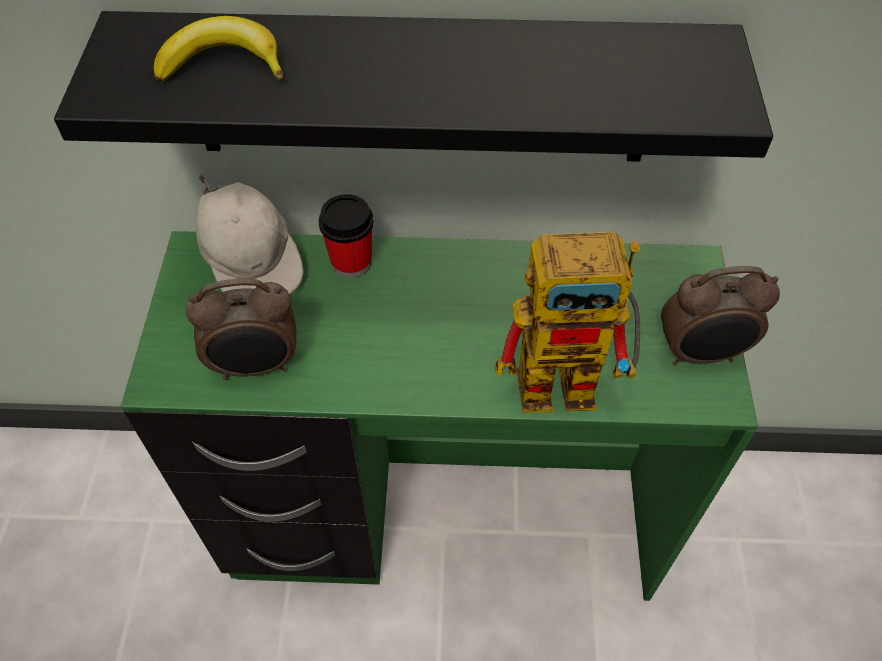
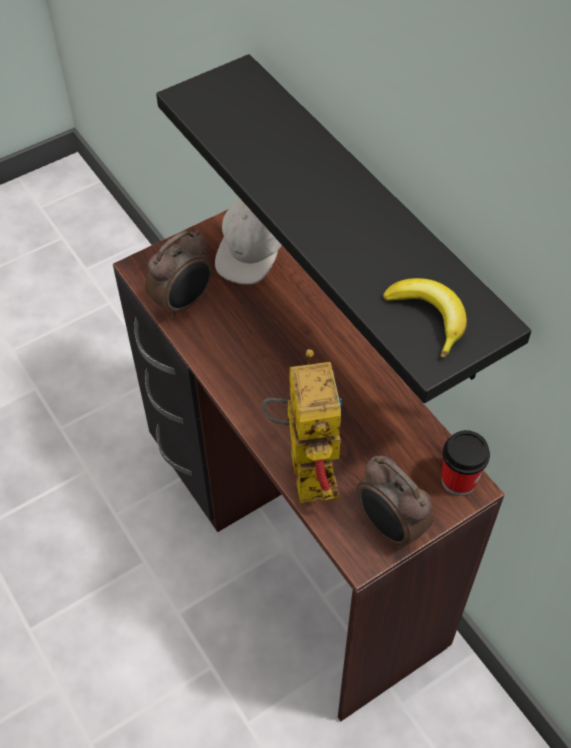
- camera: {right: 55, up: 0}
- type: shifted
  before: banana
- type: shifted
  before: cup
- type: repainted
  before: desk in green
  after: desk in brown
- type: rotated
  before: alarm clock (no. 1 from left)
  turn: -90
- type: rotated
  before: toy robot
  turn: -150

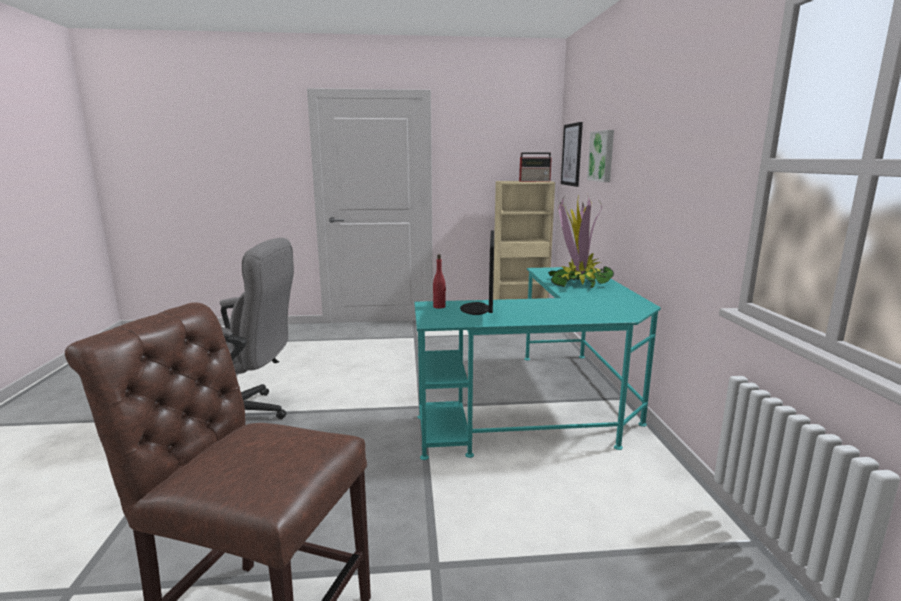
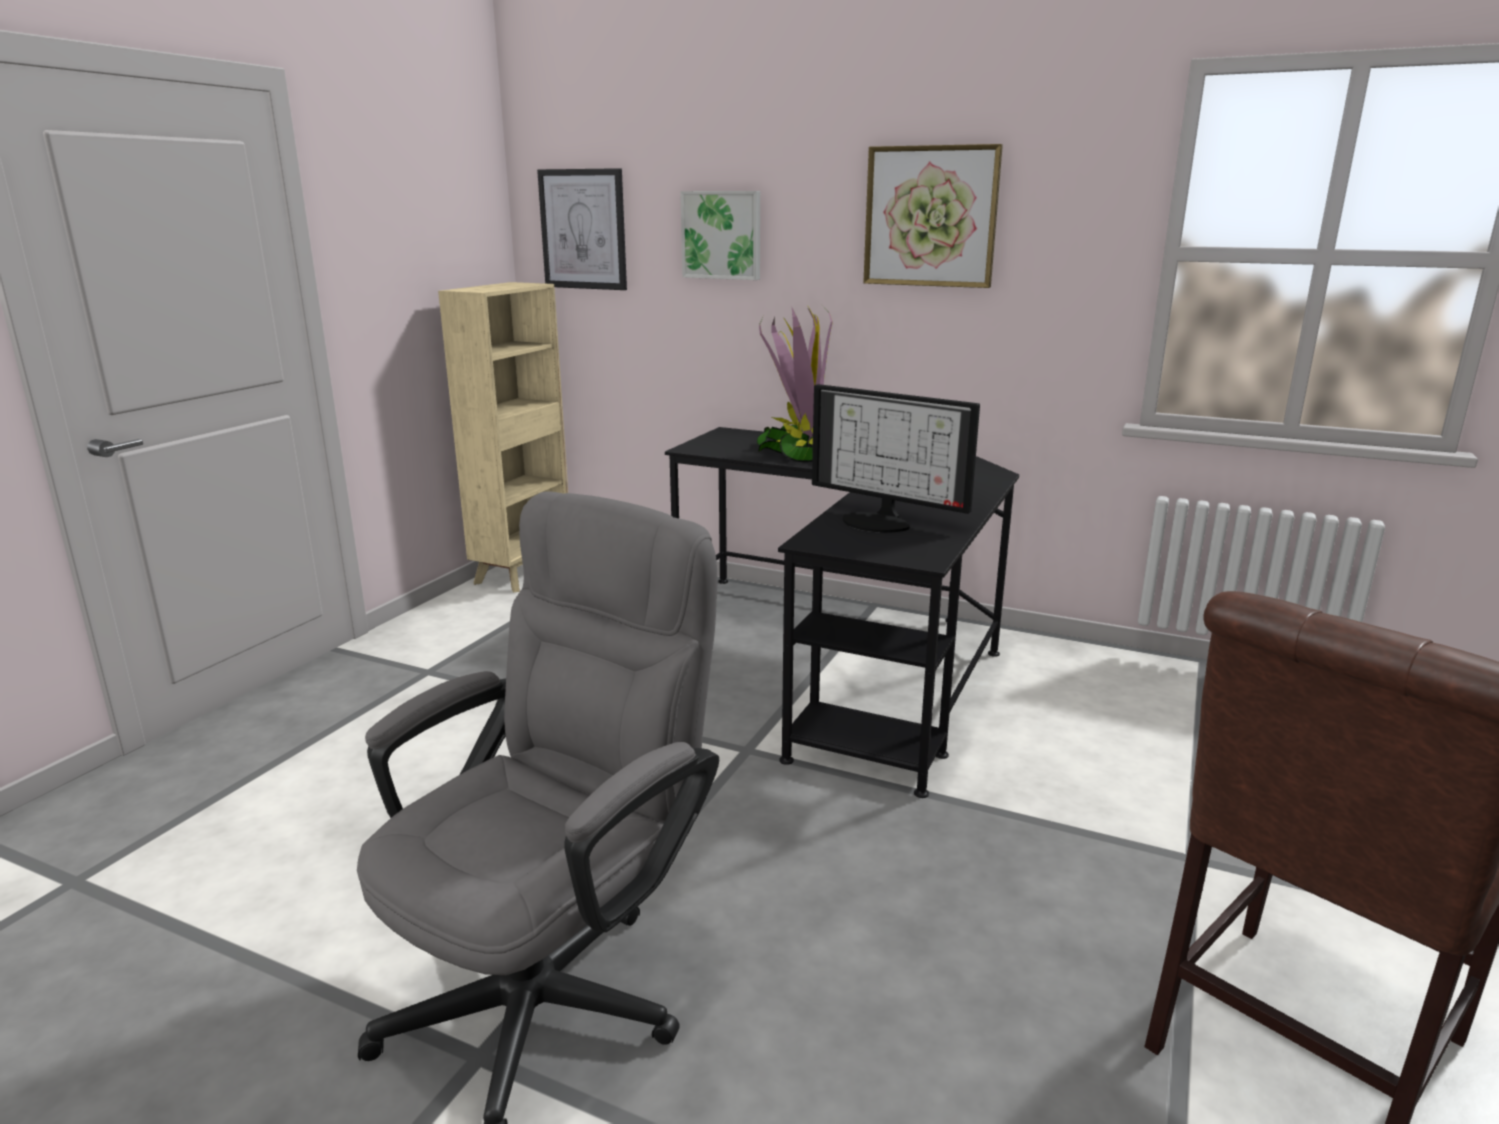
- camera: {right: -60, up: 5}
- type: gone
  before: bottle in red
- type: gone
  before: radio
- type: new
  after: picture (no. 3 from left)
- type: repainted
  before: desk in turquoise
  after: desk in black

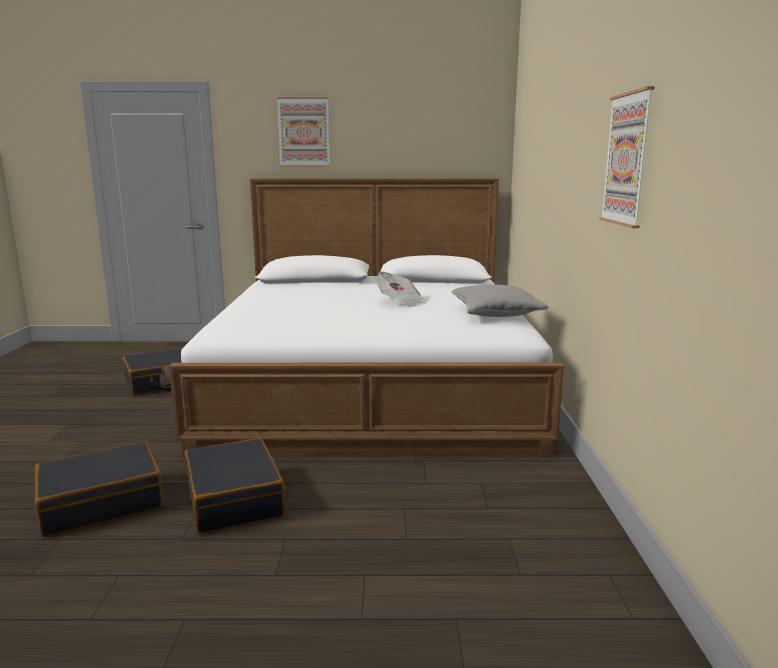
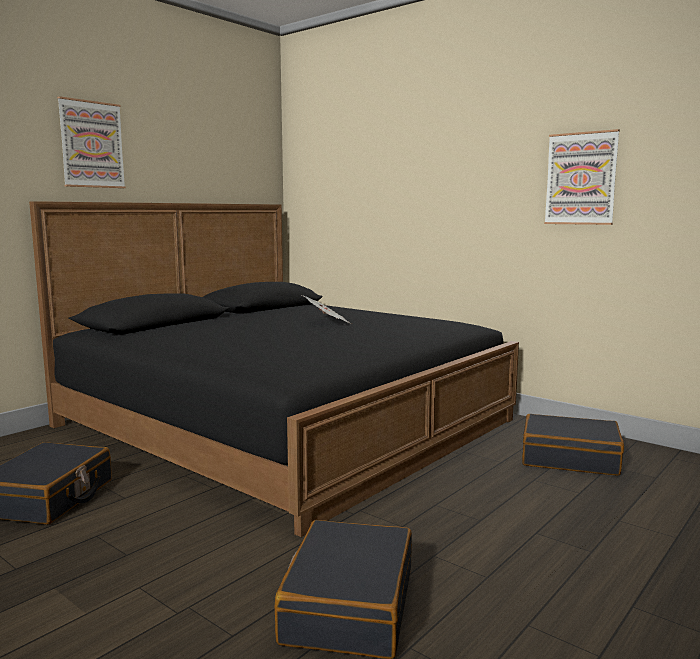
- camera: {right: -50, up: -5}
- type: gone
  before: pillow in grey
- type: shifted
  before: suitcase in black (no. 3 from left)
- type: repainted
  before: bed in white
  after: bed in black

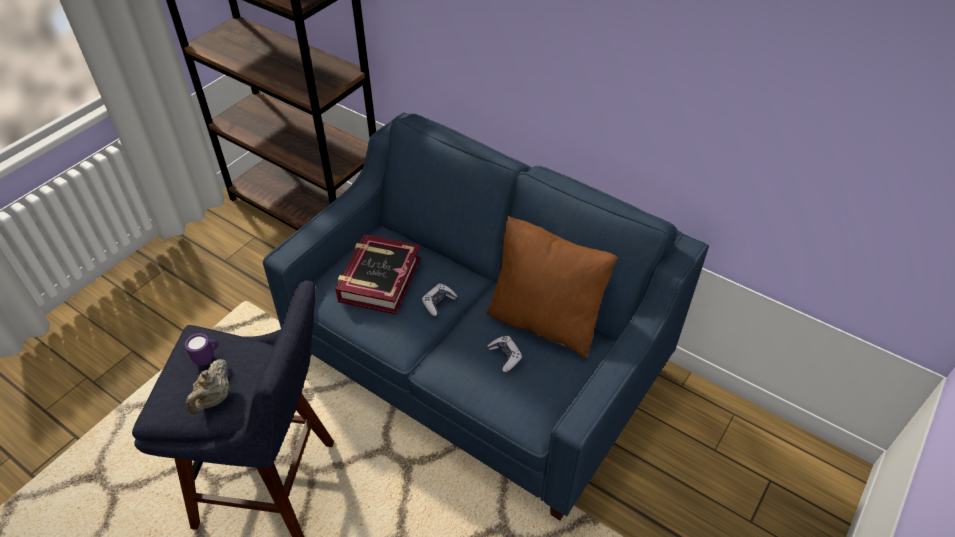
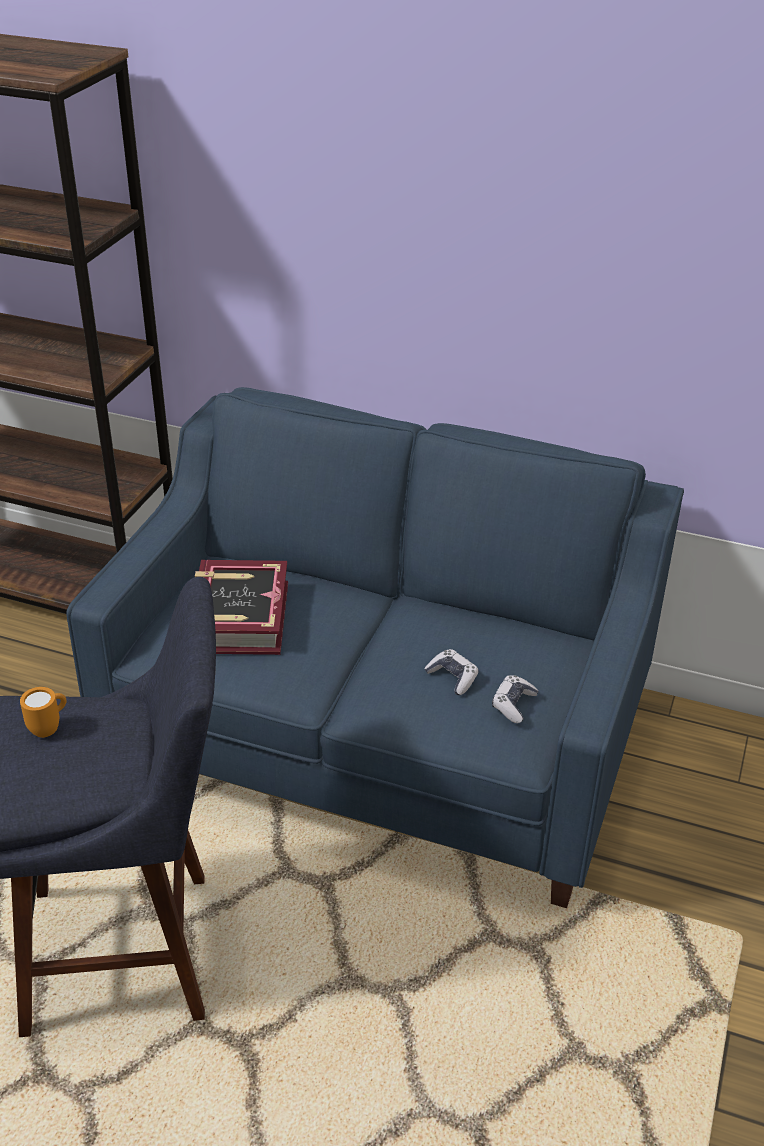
- camera: {right: -15, up: -10}
- type: gone
  before: teapot in beige
- type: gone
  before: pillow in brown
- type: shifted
  before: game controller (no. 1 from left in the first image)
  after: game controller (no. 2 from left)
- type: repainted
  before: mug in purple
  after: mug in orange

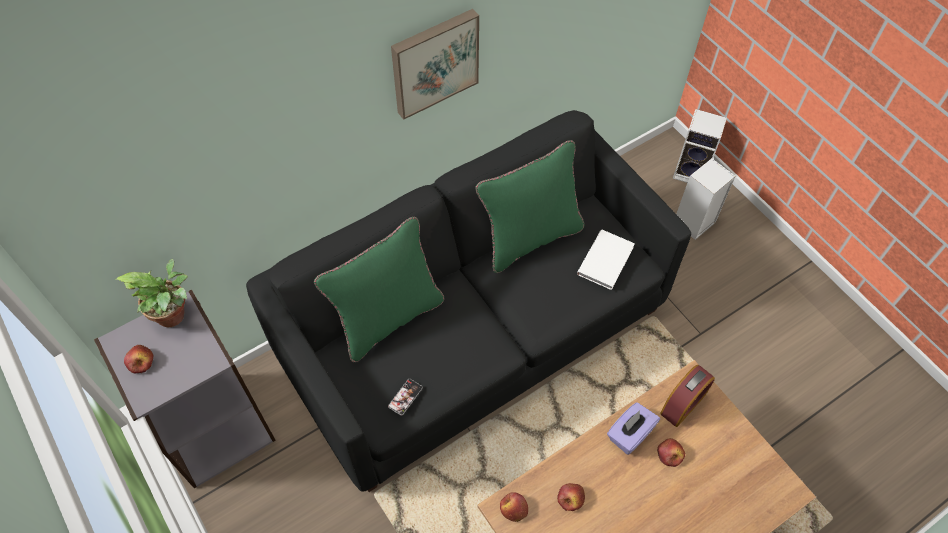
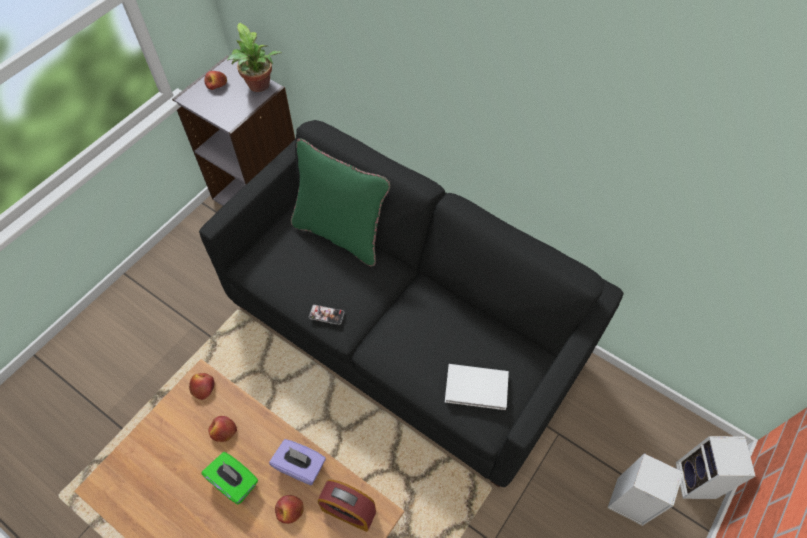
- camera: {right: 70, up: 0}
- type: gone
  before: picture
- type: gone
  before: pillow in green (no. 2 from left)
- type: new
  after: tissue box in green
- type: shifted
  before: phone

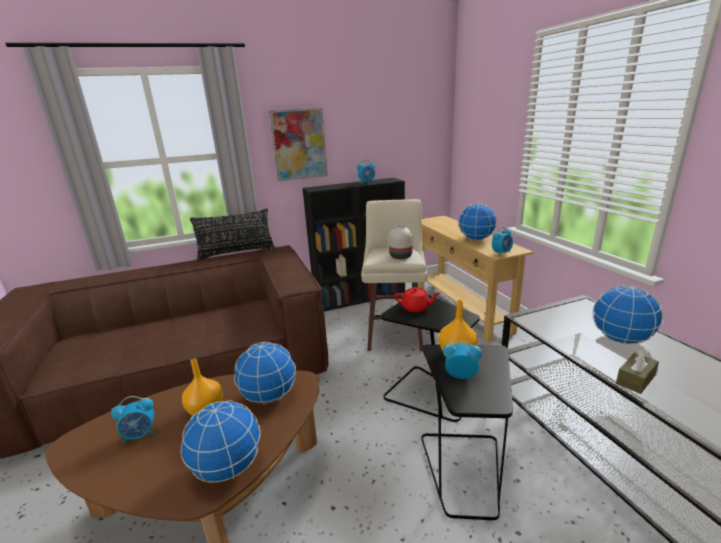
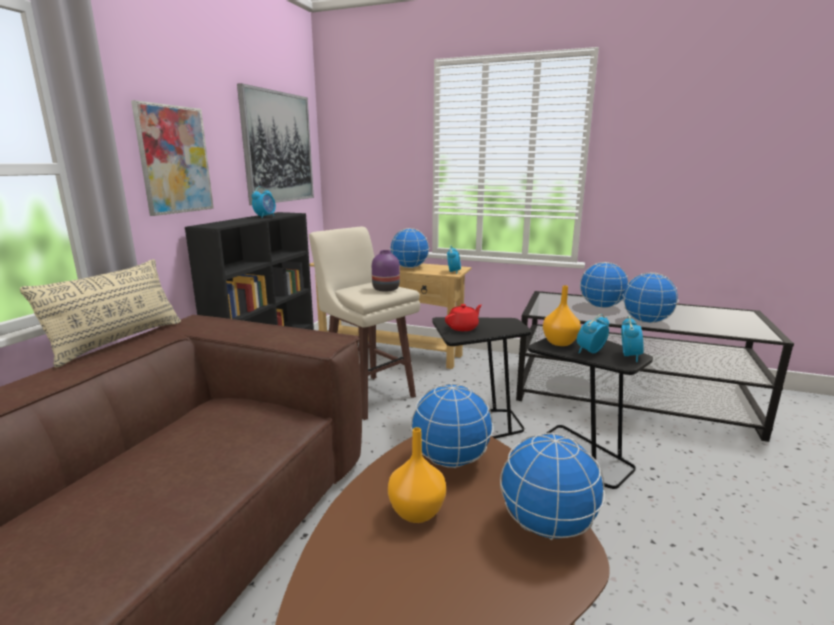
- camera: {right: -50, up: -5}
- type: new
  after: picture (no. 2 from left)
- type: shifted
  before: alarm clock (no. 1 from left in the first image)
  after: alarm clock (no. 4 from left)
- type: swapped
  before: tissue box in brown
  after: globe (no. 5 from left)
- type: repainted
  before: pillow in black
  after: pillow in beige
- type: repainted
  before: vase in white
  after: vase in purple

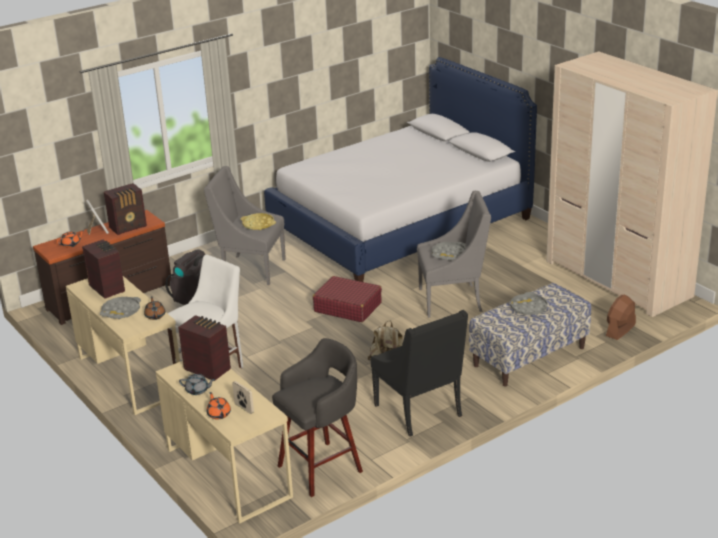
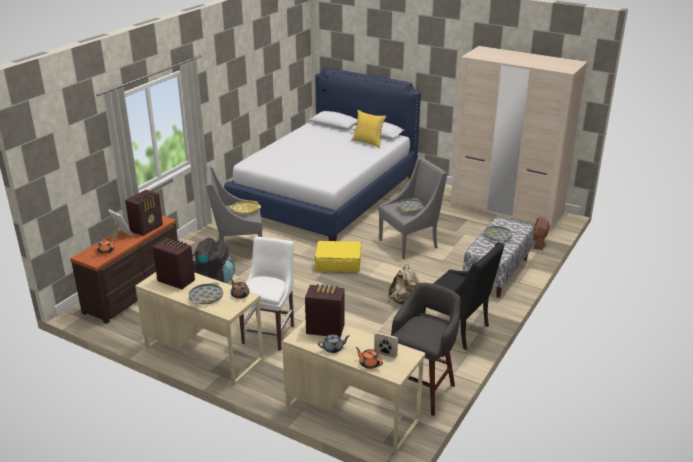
- camera: {right: -25, up: 0}
- type: new
  after: pillow in yellow
- type: repainted
  before: suitcase in red
  after: suitcase in yellow

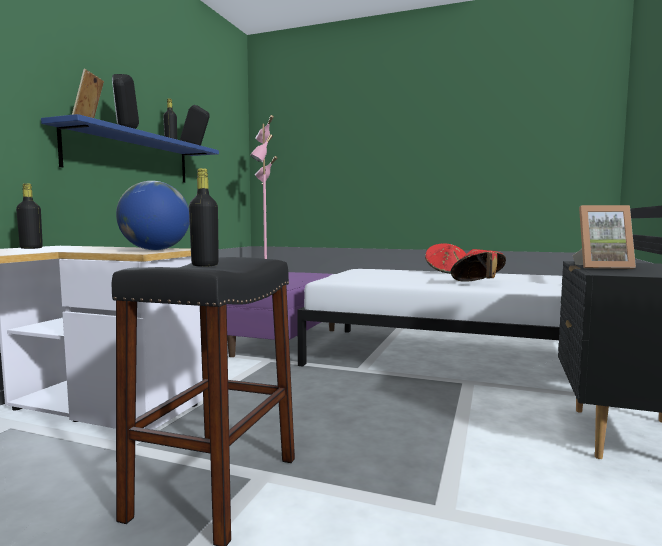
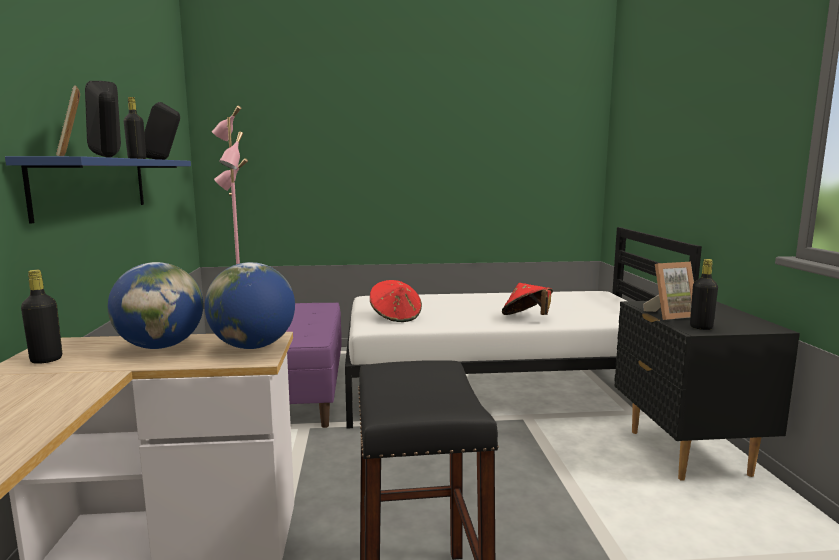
- camera: {right: -25, up: 5}
- type: new
  after: globe (no. 1 from left)
- type: shifted
  before: bottle in black (no. 3 from left)
- type: shifted
  before: hat in red (no. 1 from left)

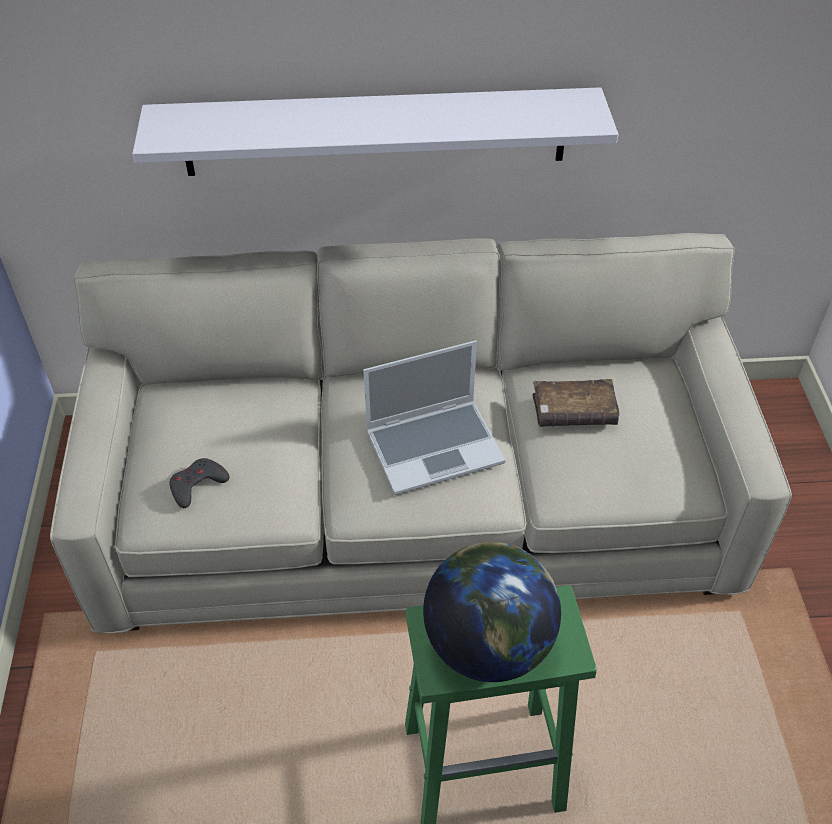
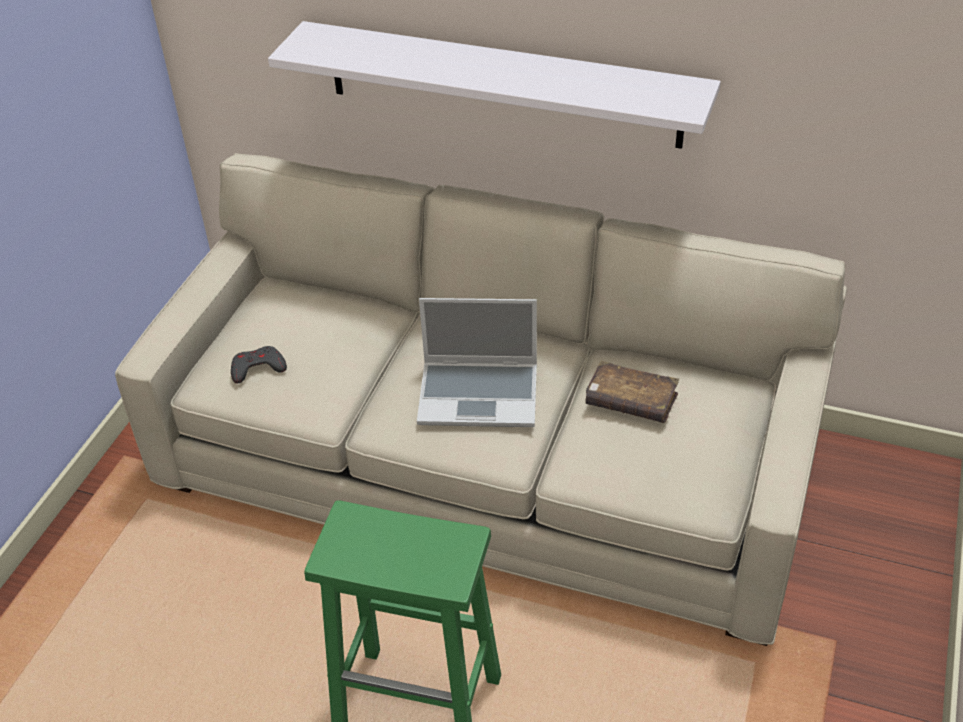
- camera: {right: 25, up: -5}
- type: gone
  before: globe

